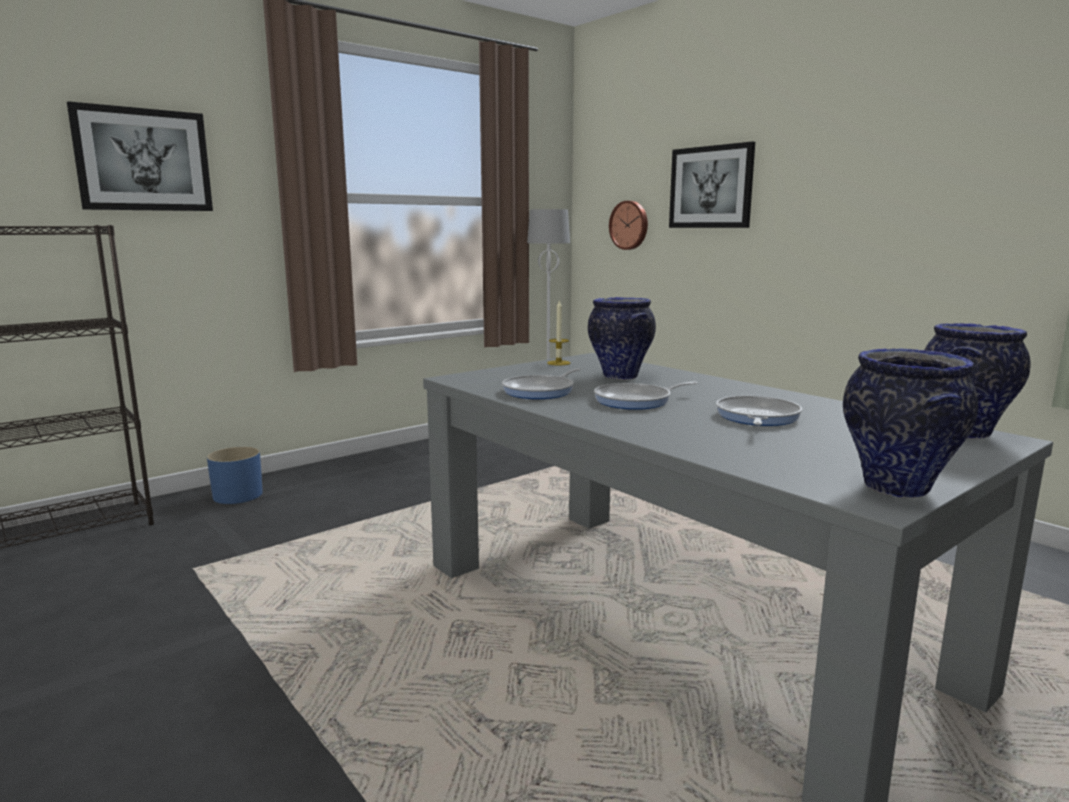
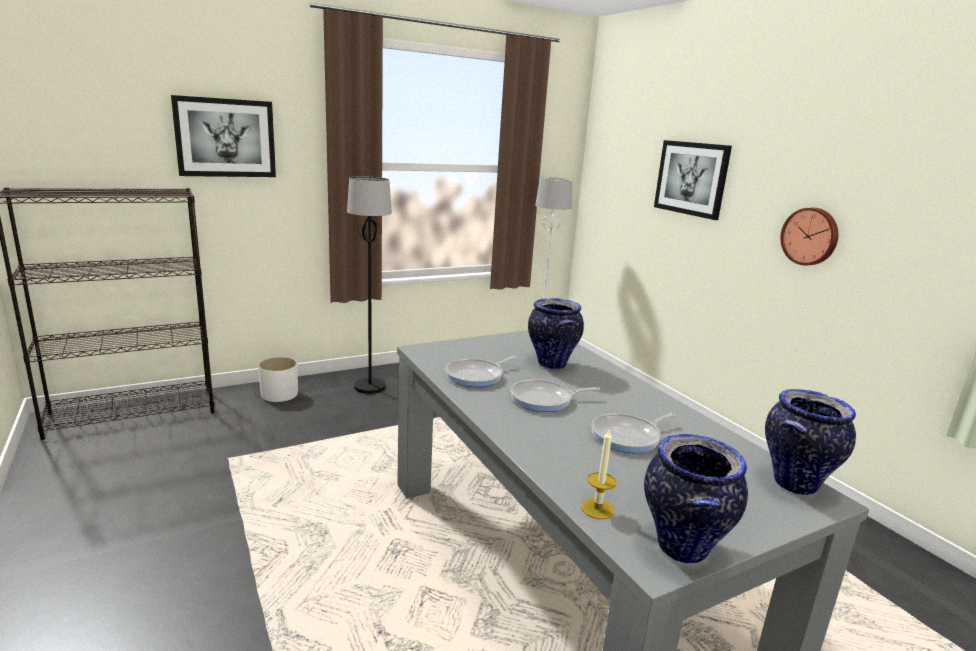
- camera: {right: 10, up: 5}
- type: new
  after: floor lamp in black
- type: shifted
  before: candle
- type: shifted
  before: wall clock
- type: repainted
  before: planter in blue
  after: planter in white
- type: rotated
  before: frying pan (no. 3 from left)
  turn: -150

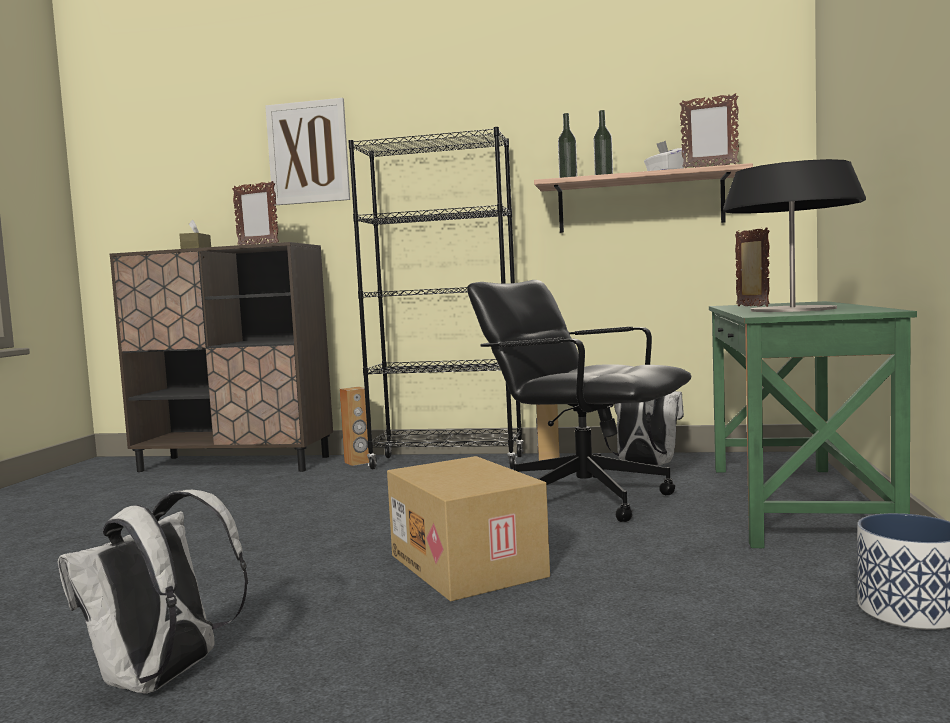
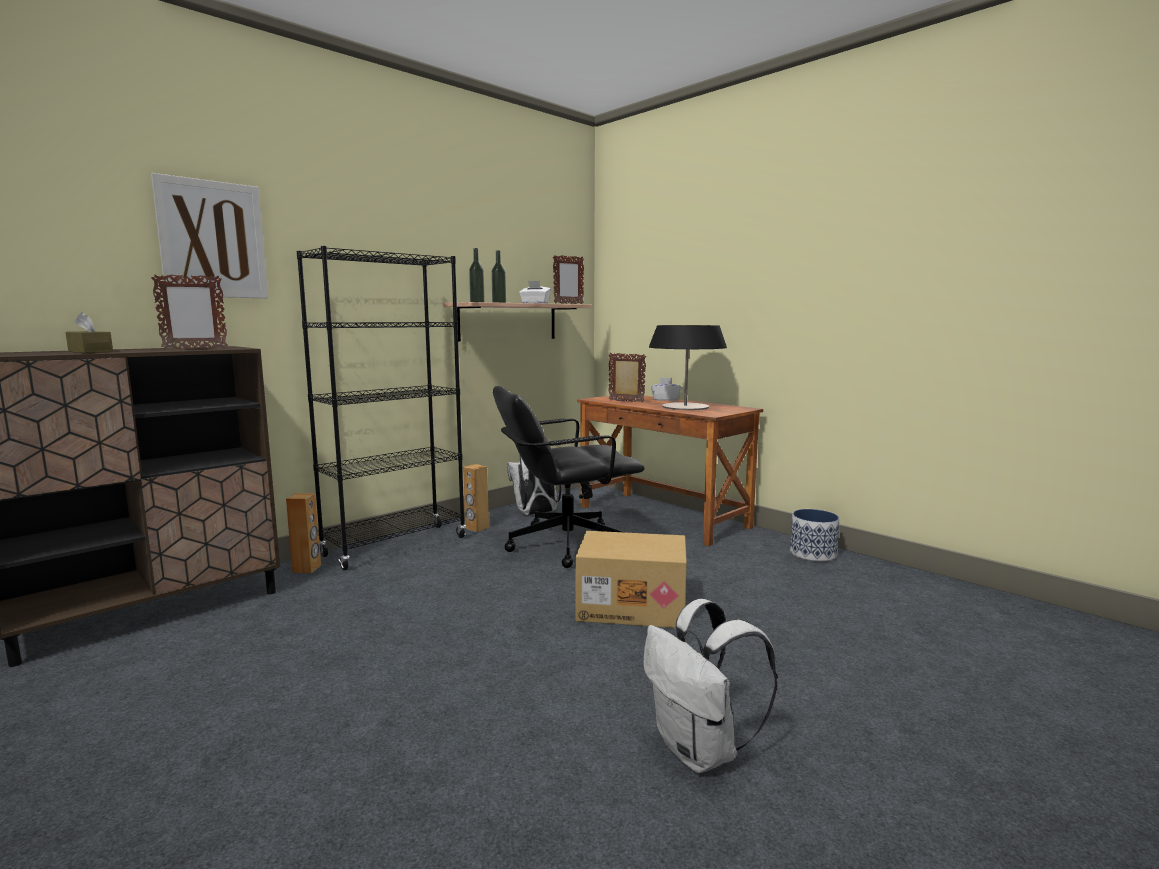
- camera: {right: -55, up: 5}
- type: new
  after: tissue box in white (no. 2 from left)
- type: repainted
  before: desk in green
  after: desk in brown

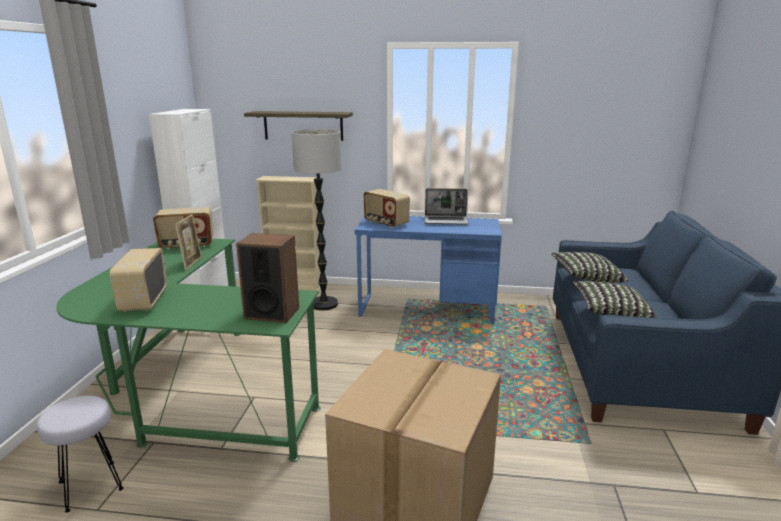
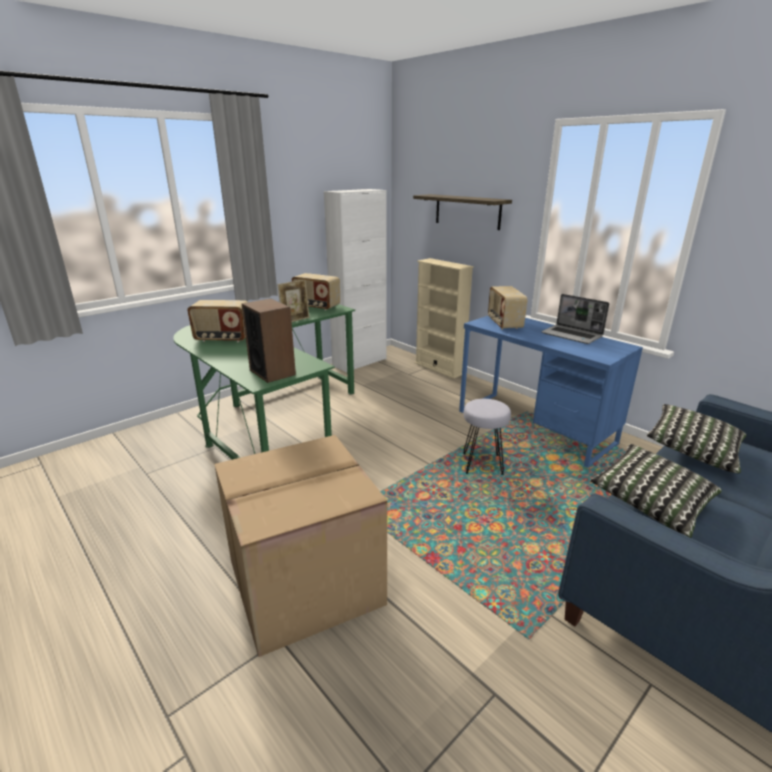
- camera: {right: 40, up: 5}
- type: gone
  before: floor lamp
- type: shifted
  before: stool in grey
- type: rotated
  before: radio (no. 1 from left)
  turn: -120

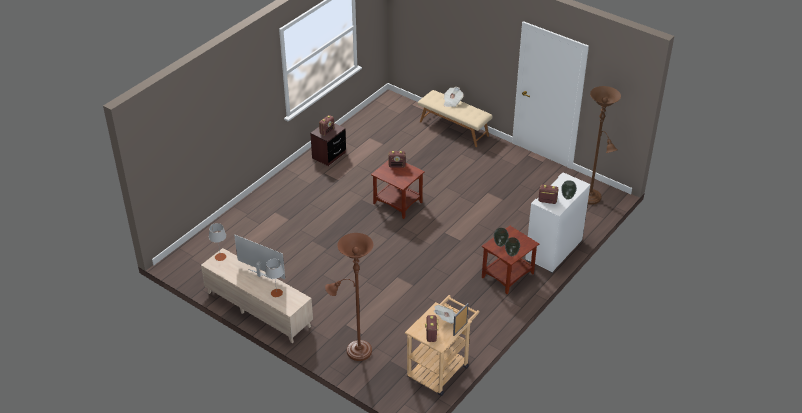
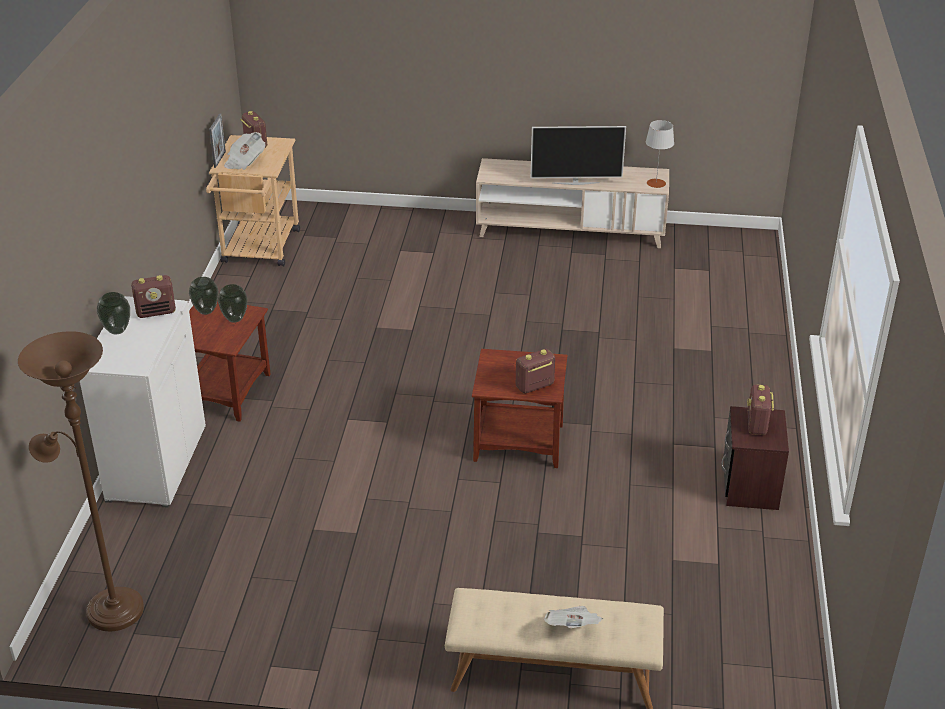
- camera: {right: 150, up: -5}
- type: gone
  before: table lamp in grey (no. 2 from left)
- type: gone
  before: floor lamp in brown (no. 1 from left)

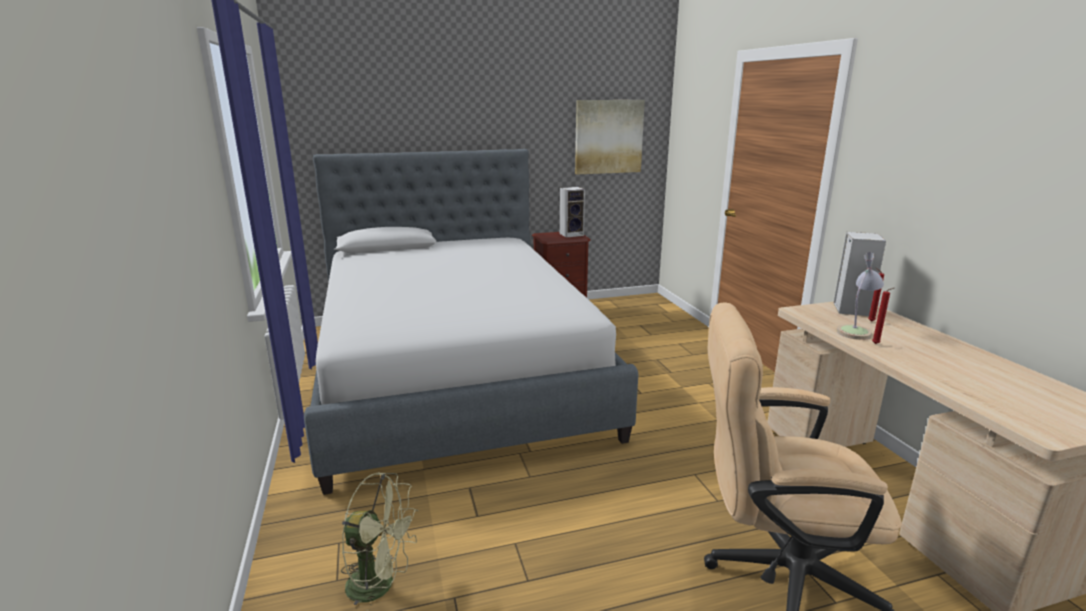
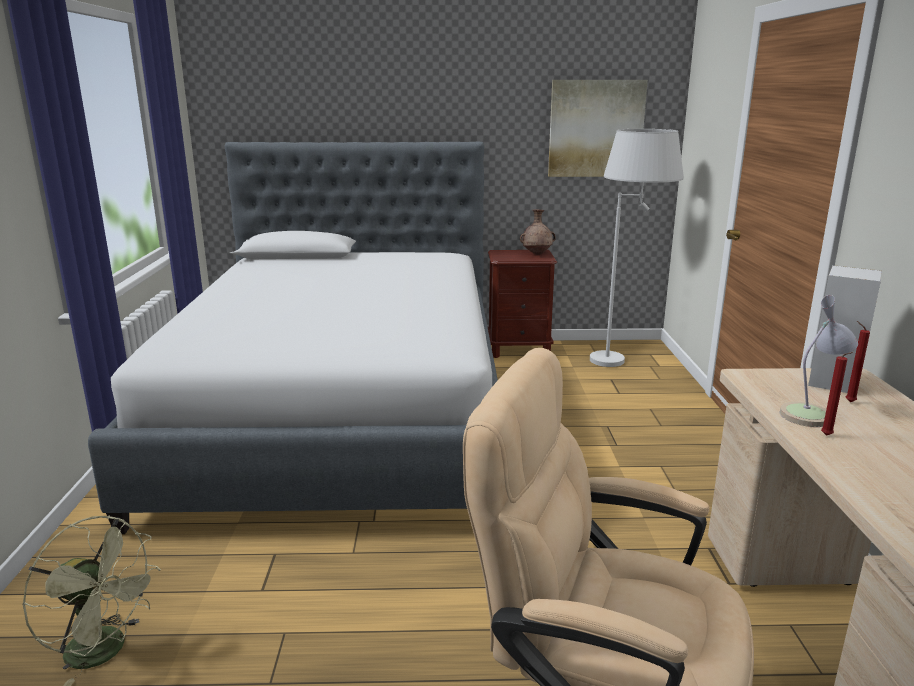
- camera: {right: 15, up: 0}
- type: new
  after: floor lamp in white
- type: swapped
  before: speaker (no. 1 from left)
  after: vase in brown

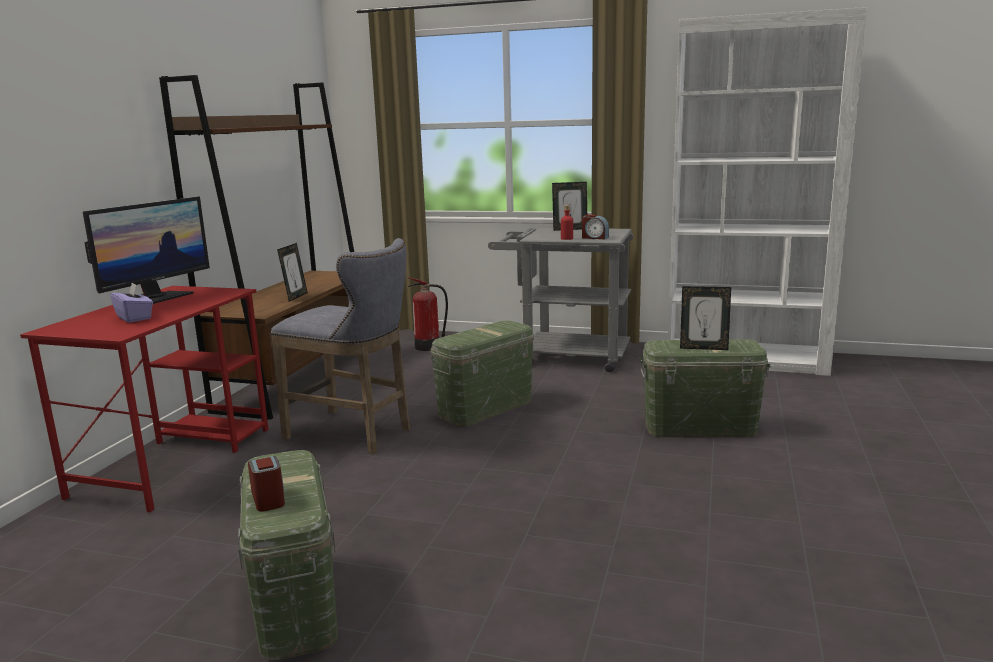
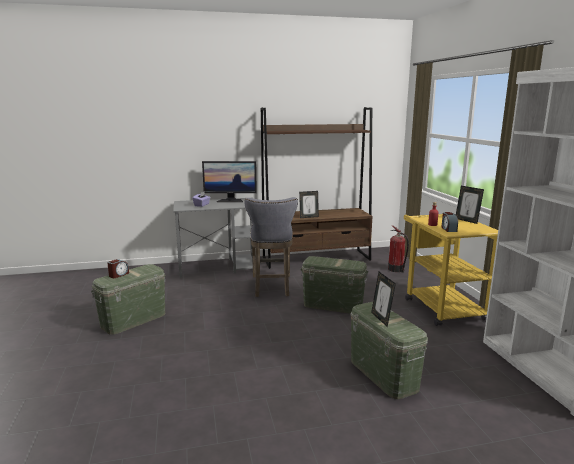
- camera: {right: 60, up: 0}
- type: repainted
  before: desk in red
  after: desk in grey
- type: repainted
  before: cart in grey
  after: cart in yellow

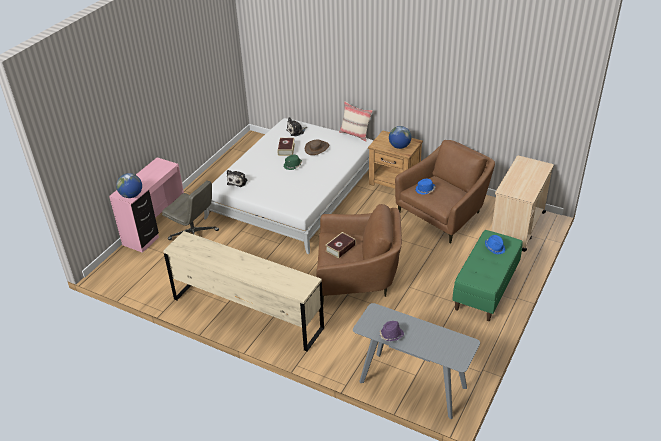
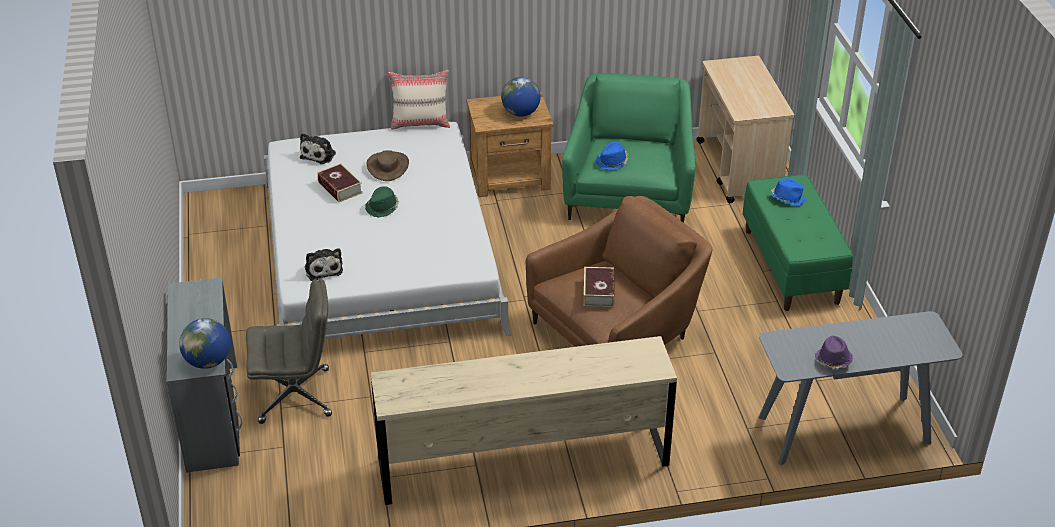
- camera: {right: -40, up: 0}
- type: repainted
  before: desk in pink
  after: desk in grey
- type: repainted
  before: armchair in brown (no. 2 from left)
  after: armchair in green

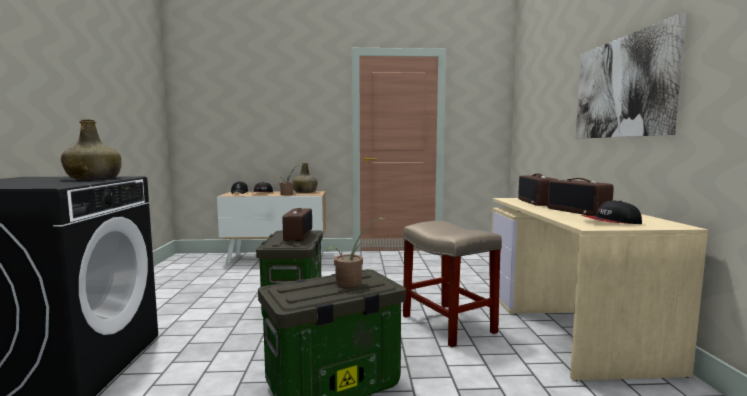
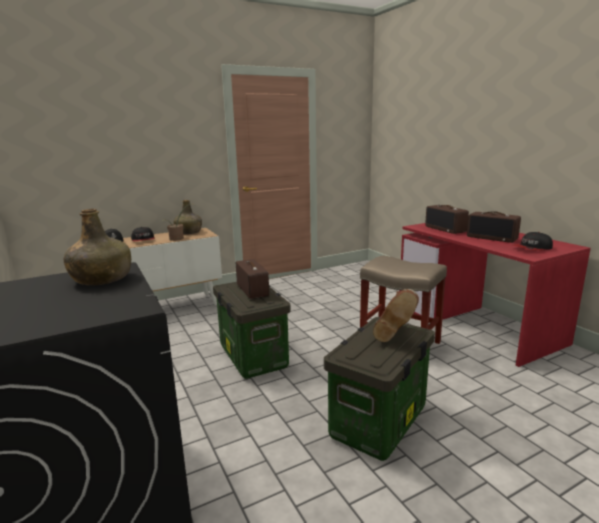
- camera: {right: -25, up: 10}
- type: gone
  before: picture
- type: swapped
  before: potted plant (no. 2 from left)
  after: boot in brown
- type: repainted
  before: desk in beige
  after: desk in red

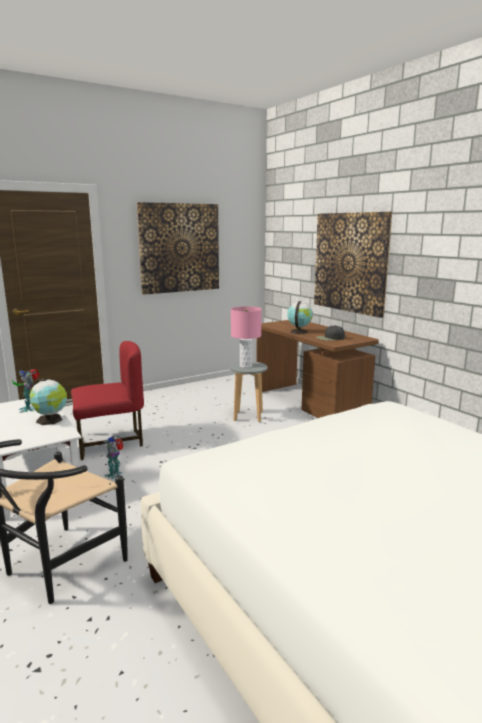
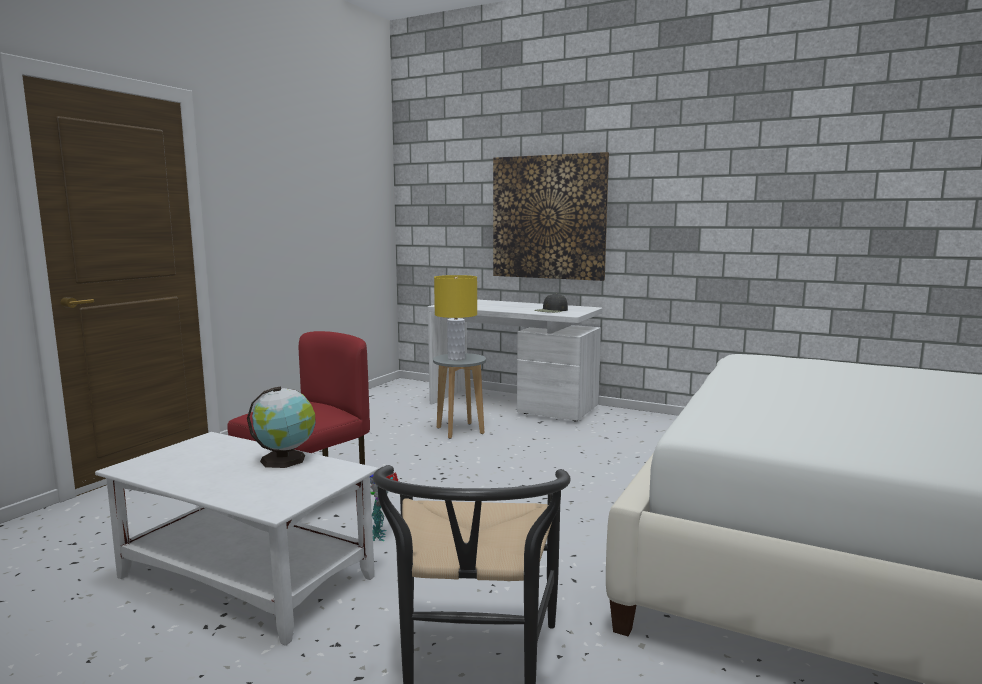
- camera: {right: -30, up: -5}
- type: gone
  before: toy robot (no. 1 from left)
- type: gone
  before: picture (no. 1 from left)
- type: gone
  before: globe (no. 2 from left)
- type: repainted
  before: table lamp in pink
  after: table lamp in yellow
- type: repainted
  before: desk in brown
  after: desk in white

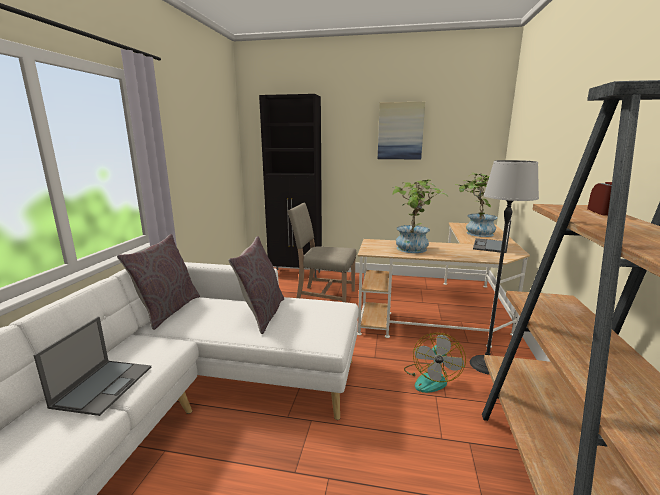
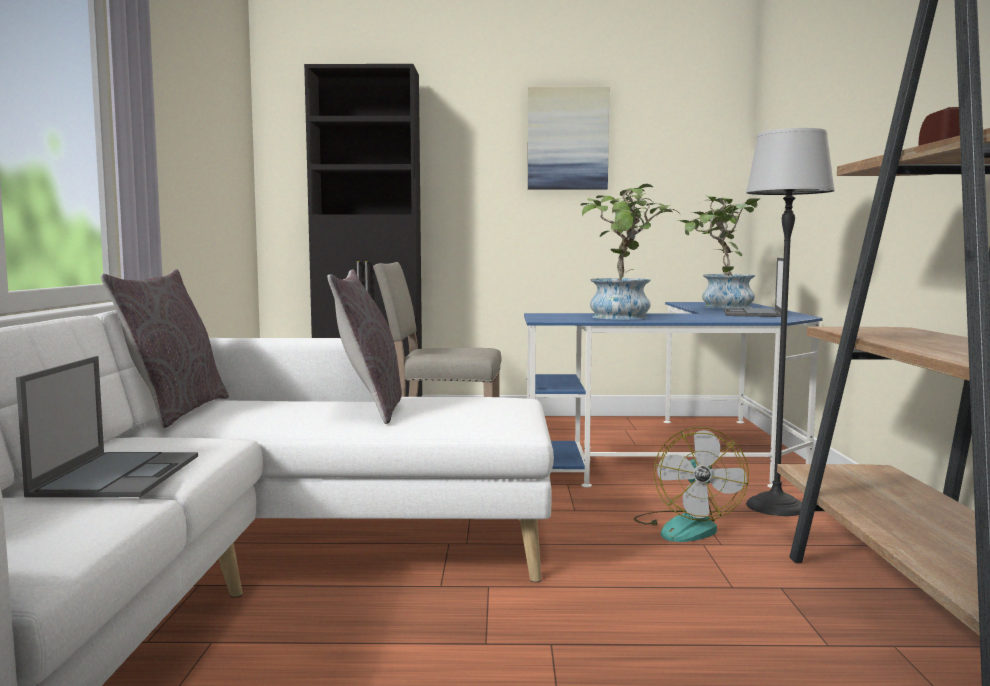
- camera: {right: -10, up: -10}
- type: repainted
  before: desk in beige
  after: desk in blue

